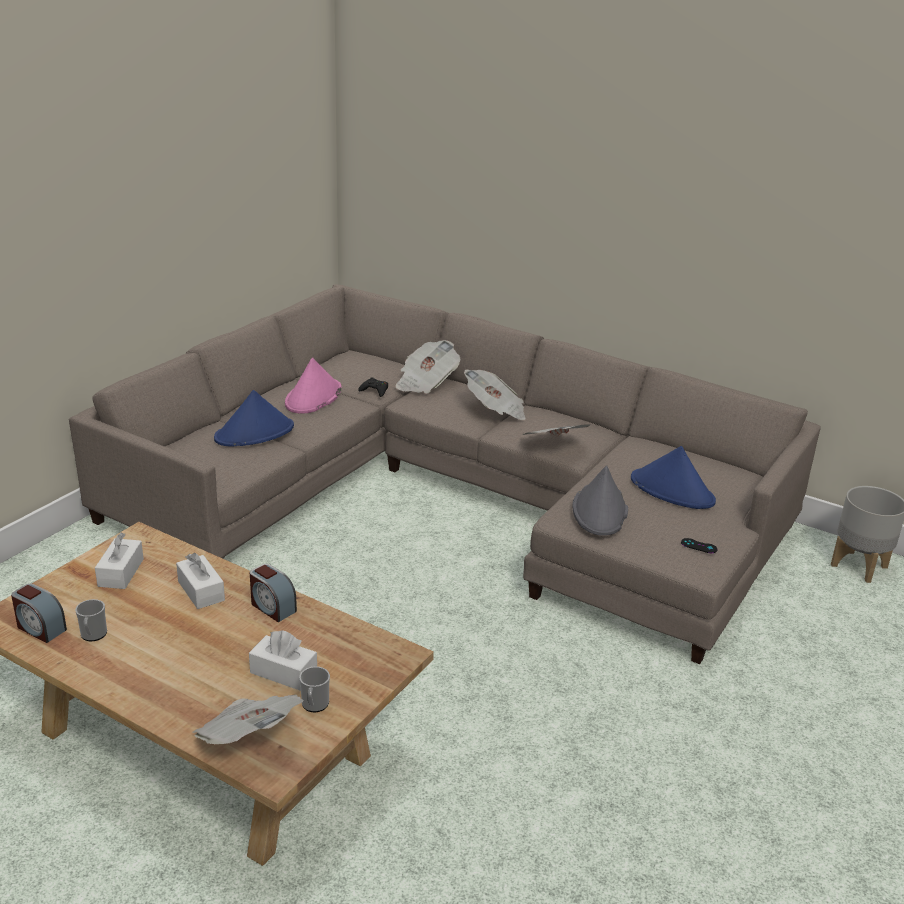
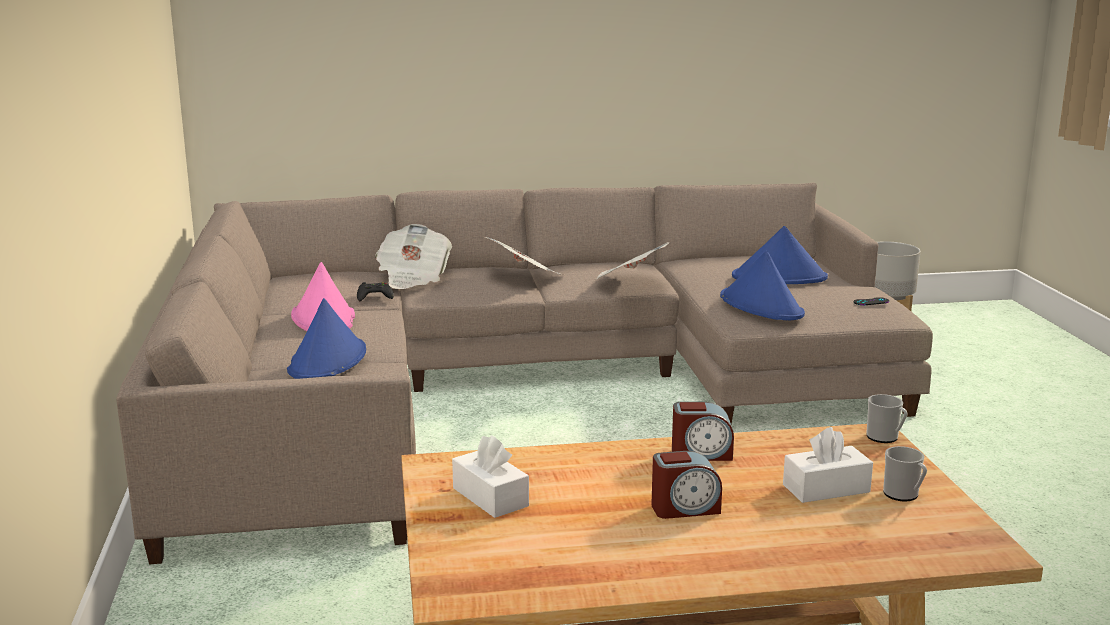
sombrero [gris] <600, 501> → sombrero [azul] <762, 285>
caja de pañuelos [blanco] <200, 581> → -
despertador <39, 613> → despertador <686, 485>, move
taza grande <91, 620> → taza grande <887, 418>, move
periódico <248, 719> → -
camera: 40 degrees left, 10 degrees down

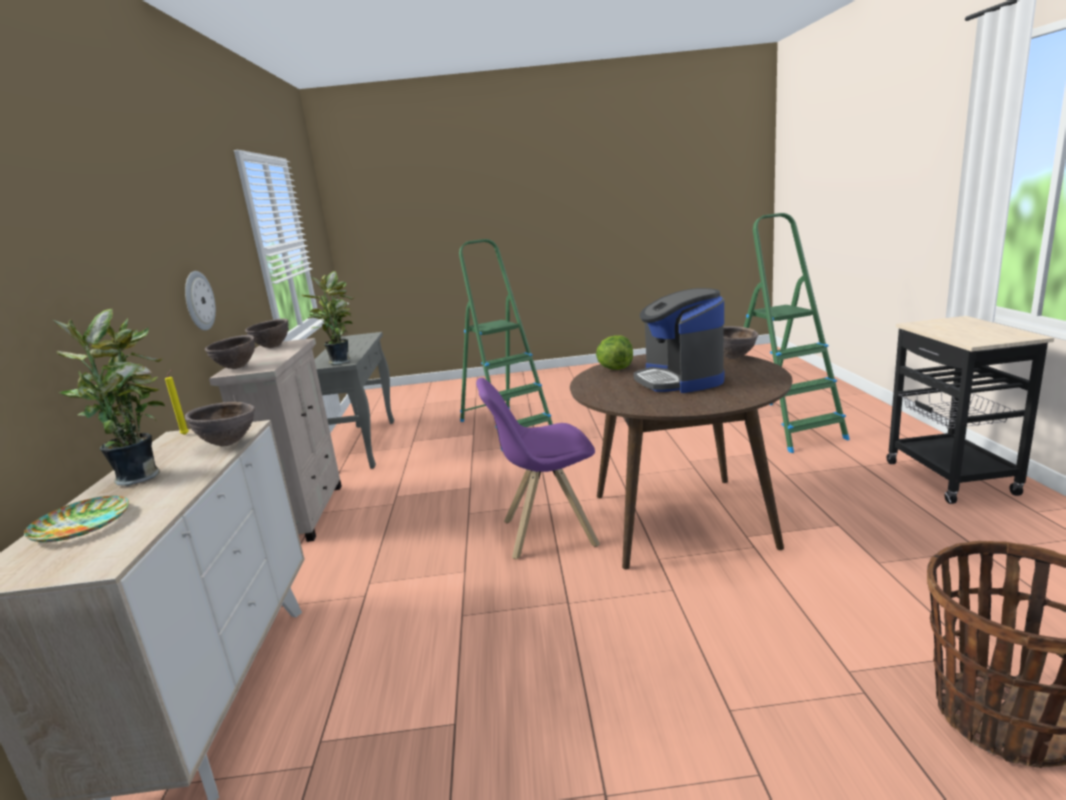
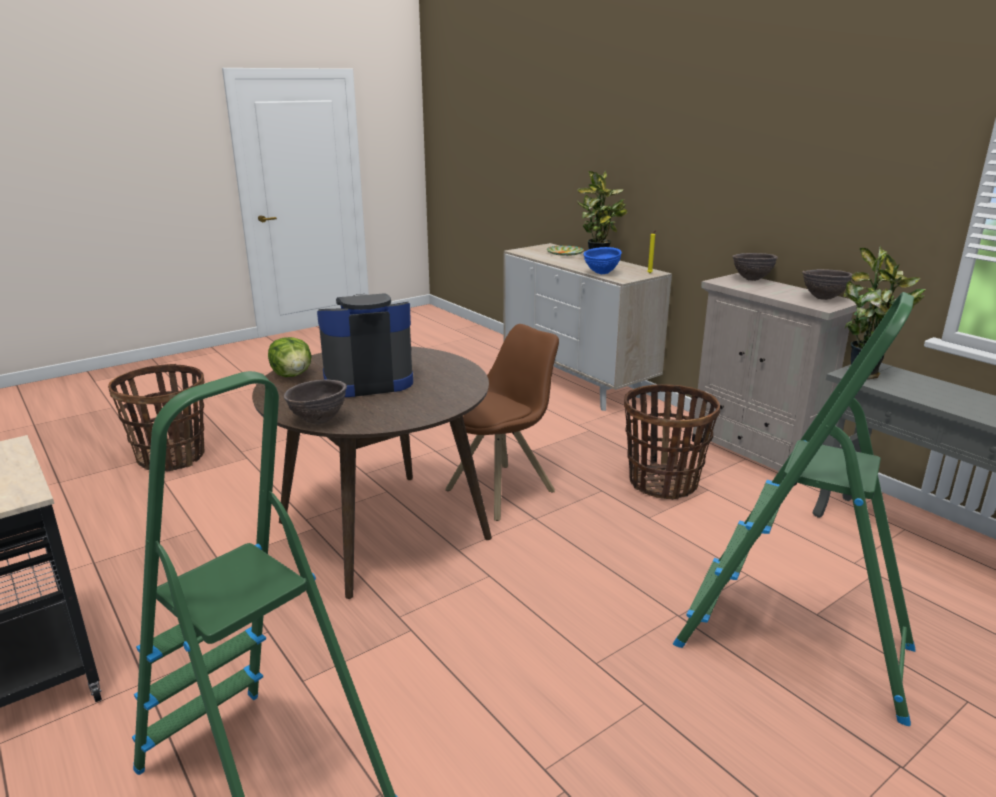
reloj de pared <200, 300> → -
cafetera <678, 340> → cafetera <365, 345>, 60 degrees counterclockwise
lechuga <614, 352> → lechuga <290, 357>, move
silla [morado] <538, 468> → silla [marrón] <502, 422>
cuenco [marrón] <220, 424> → cuenco [azul] <602, 260>
- → cesta <672, 442>
camera: 145 degrees right, 5 degrees up

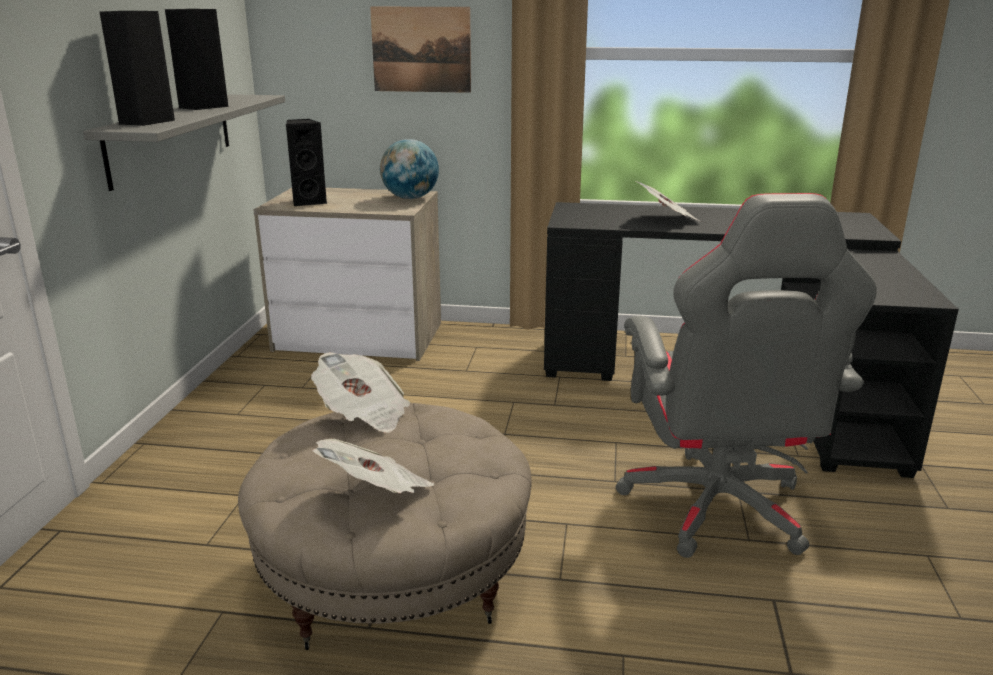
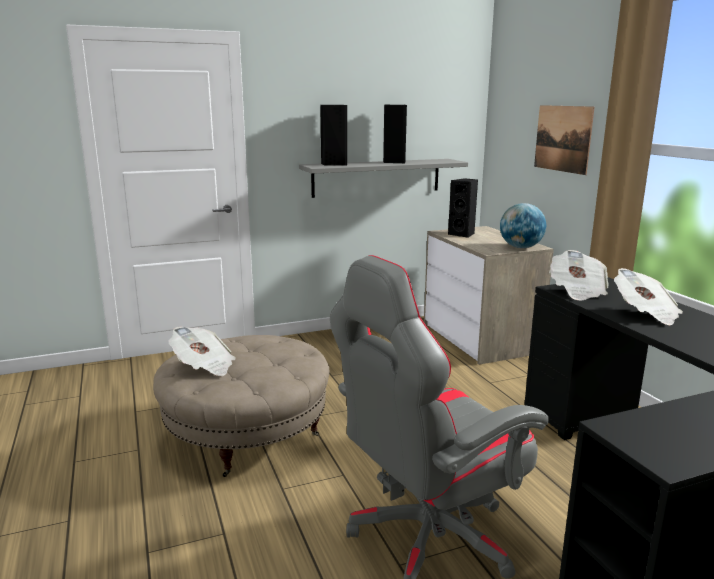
periódico <360, 392> → periódico <579, 275>, move
camera: 60 degrees right, 5 degrees down

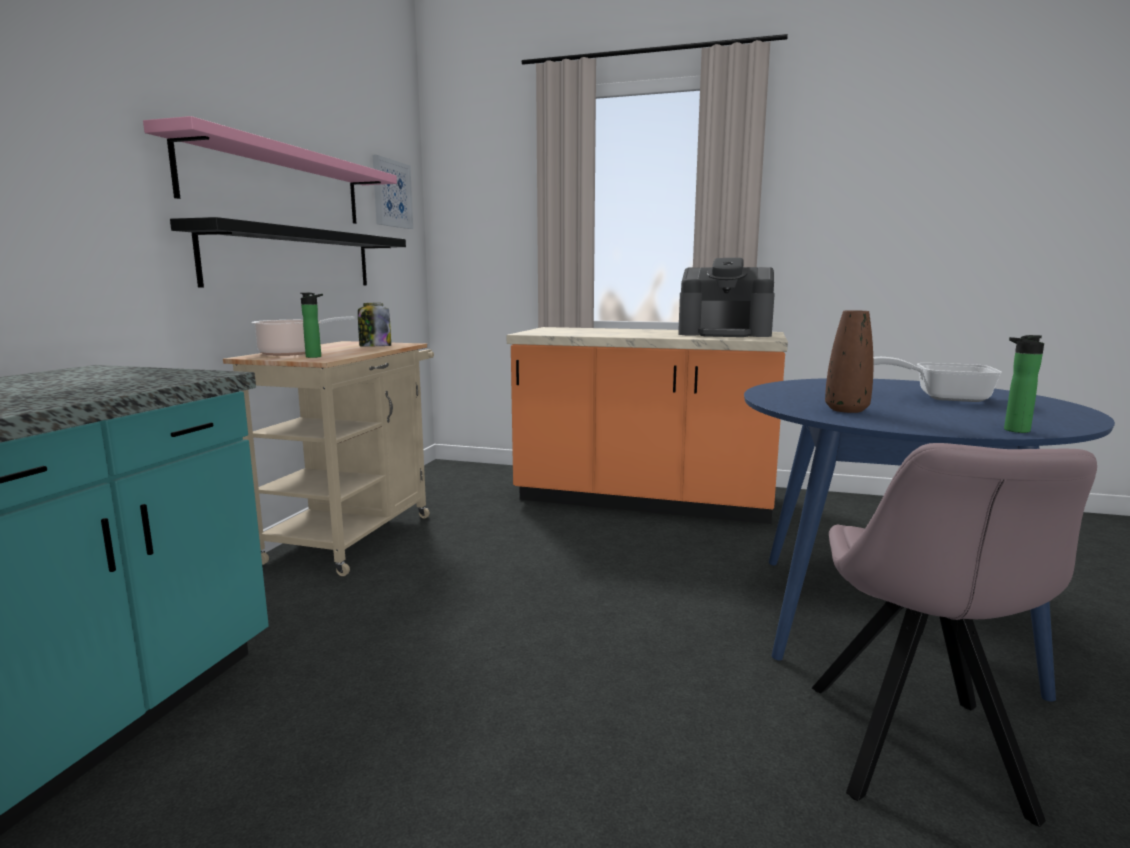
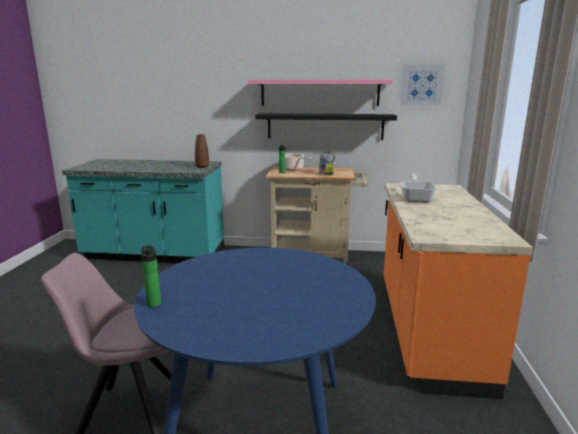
cafetera <726, 297> → -
florero [marrón] <849, 361> → florero [marrón] <202, 151>, move
sartén <937, 379> → sartén <418, 188>, move
camera: 80 degrees right, 5 degrees up

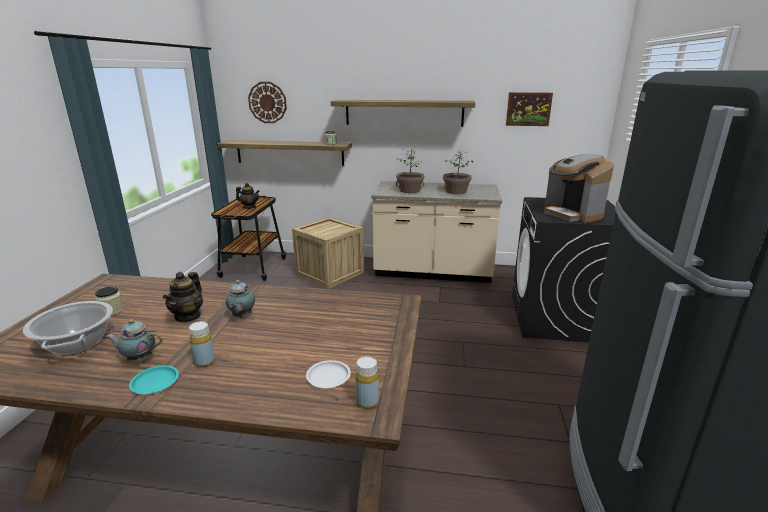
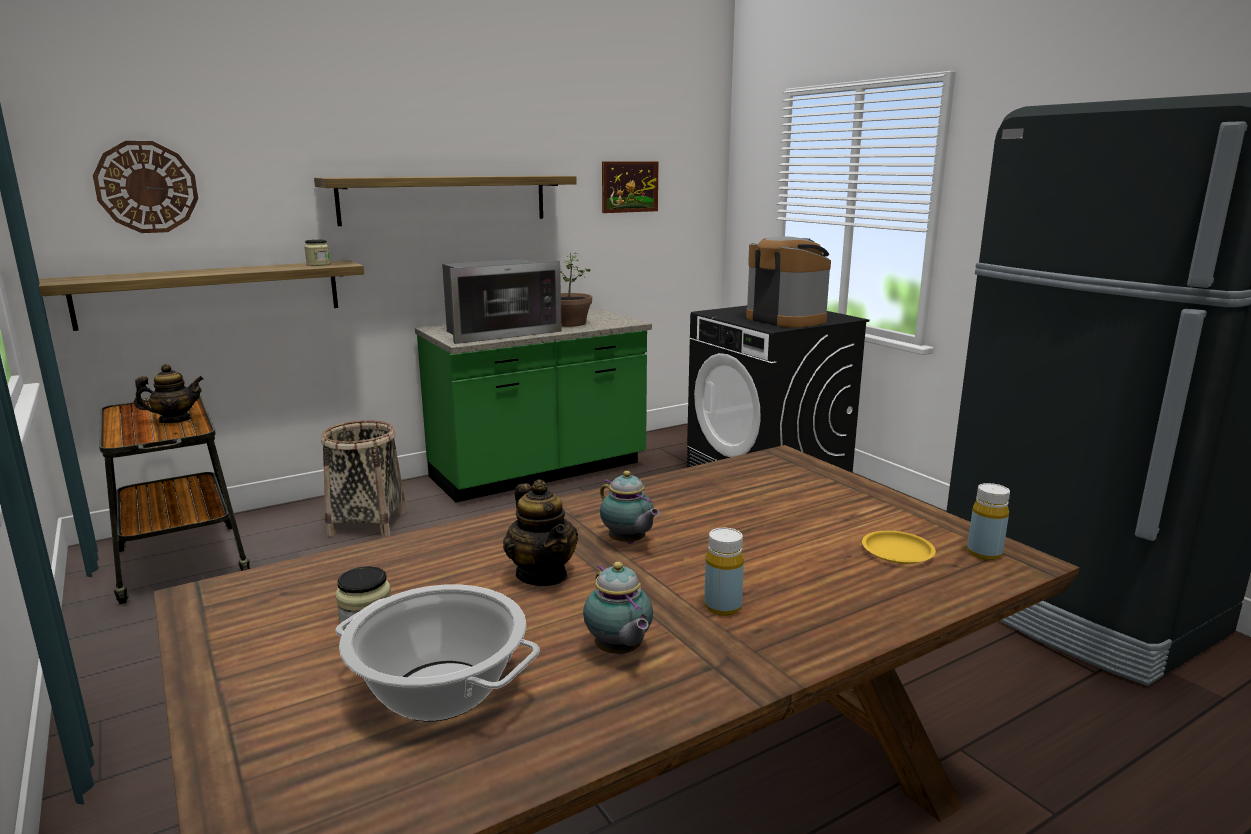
planta en maceta <410, 171> → microondas <502, 301>
cafetera <579, 188> → cafetera <788, 282>, 150 degrees counterclockwise
mueble bajo de cocina [beis] <436, 232> → mueble bajo de cocina [verde] <533, 406>
caja de embalaje <328, 253> → cesta <364, 478>
tetera <134, 340> → tetera <618, 608>, 75 degrees counterclockwise
plato [blanco] <328, 374> → plato [amarillo] <899, 547>
plato [turquesa] <154, 379> → -
camera: 40 degrees left, 5 degrees down

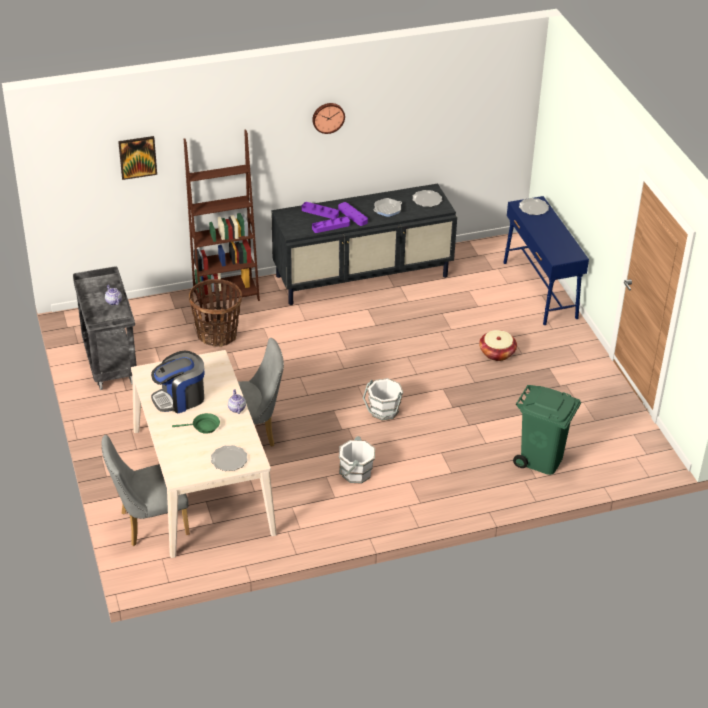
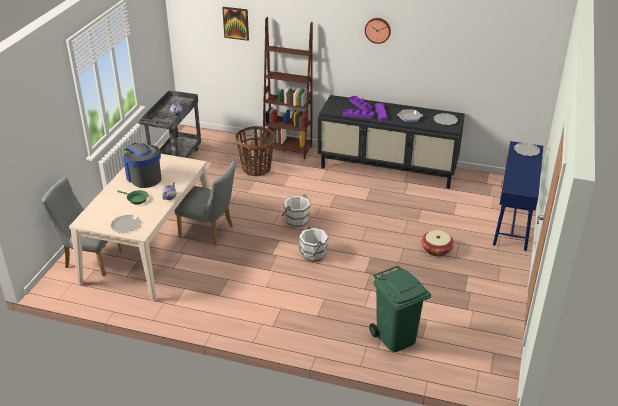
cafetera <177, 382> → cafetera <142, 165>, 45 degrees clockwise
cubo [blanco] <357, 460> → cubo [blanco] <296, 210>, move
camera: 35 degrees right, 5 degrees down

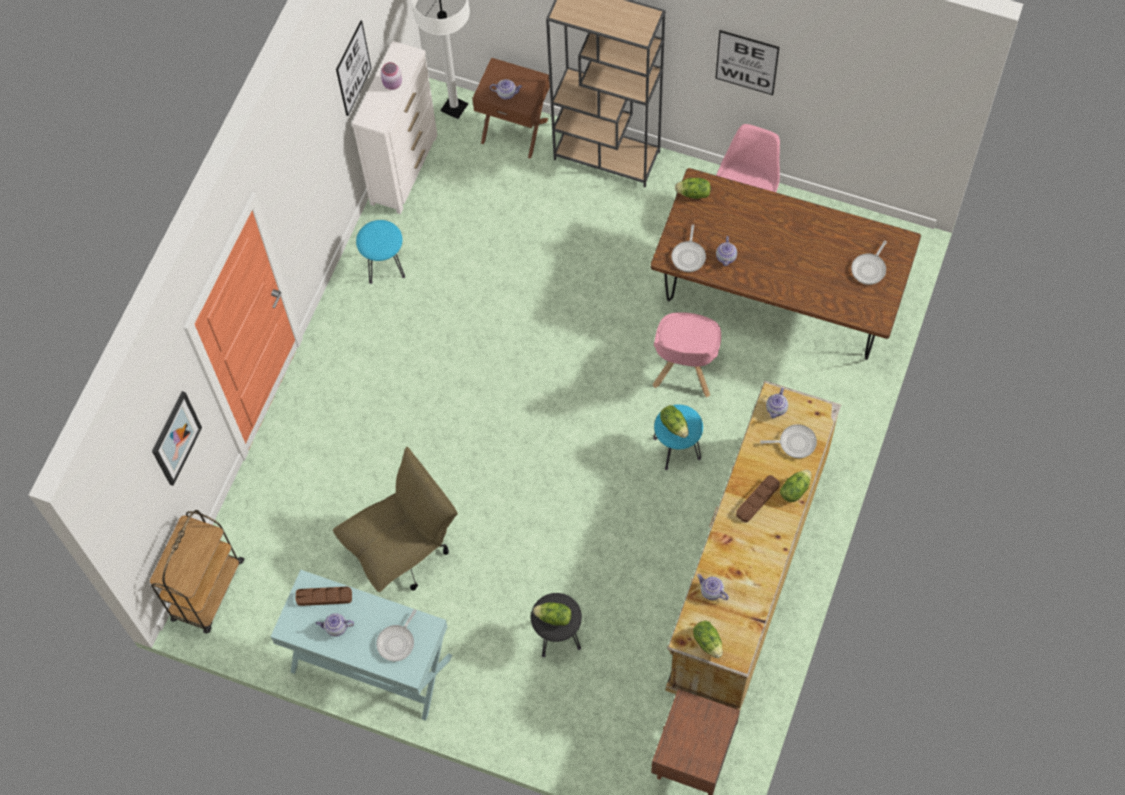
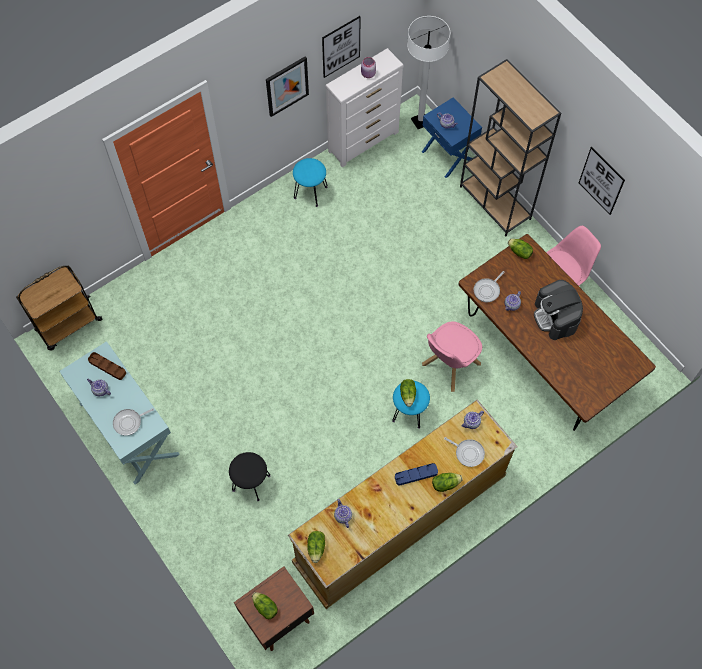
mesita de noche [marrón] <511, 108> → mesita de noche [azul] <452, 137>
sartén <869, 263> → -
cuadro <177, 438> → cuadro <287, 86>, move
silla de oficina [beis] <395, 519> → -
bandeja [marrón] <758, 499> → bandeja [azul] <416, 474>
lechuga <552, 614> → lechuga <265, 605>, move
- → cafetera <558, 310>
camera: 30 degrees right, 0 degrees up

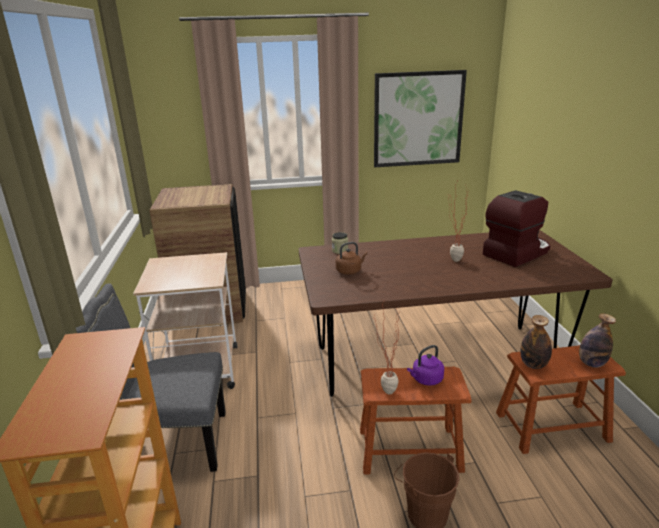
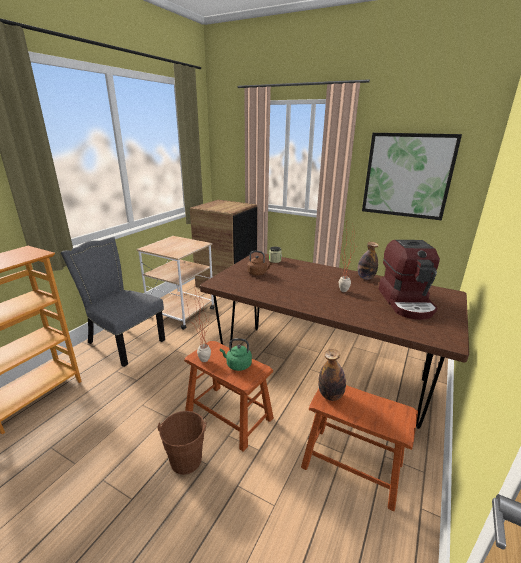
cafetera <516, 228> → cafetera <409, 280>, 90 degrees clockwise
botella <597, 340> → botella <368, 261>, move
hervidor [morado] <425, 365> → hervidor [verde] <236, 354>
camera: 35 degrees right, 0 degrees up

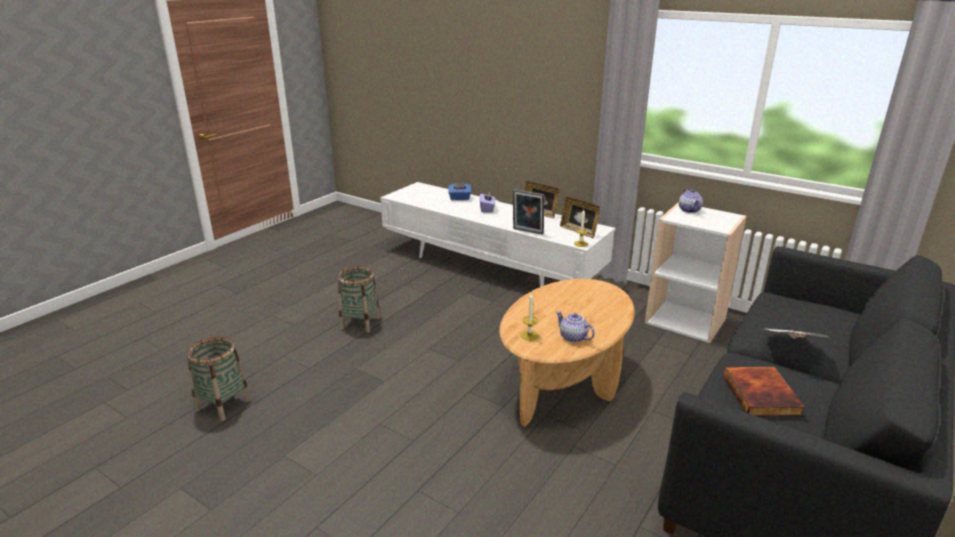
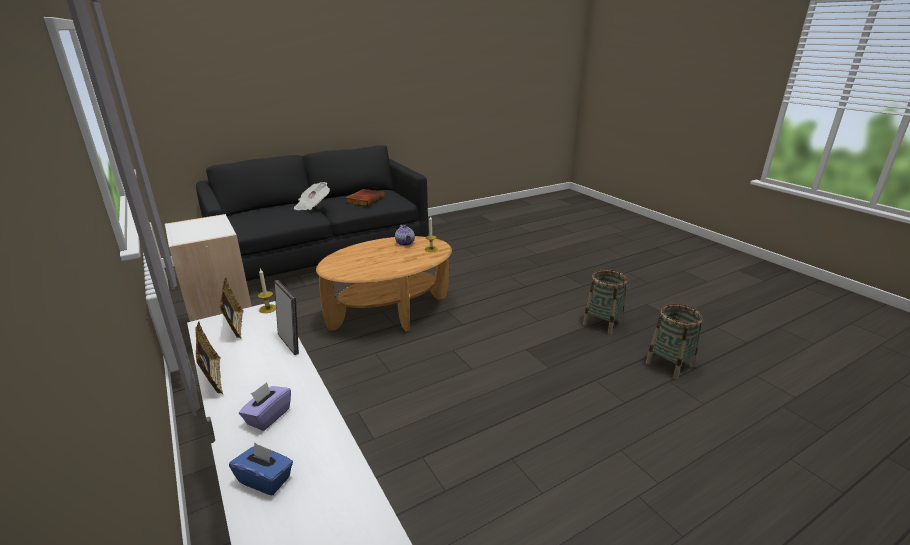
tetera <691, 201> → -
cesta <359, 299> → cesta <605, 302>, move
camera: 155 degrees left, 0 degrees up

